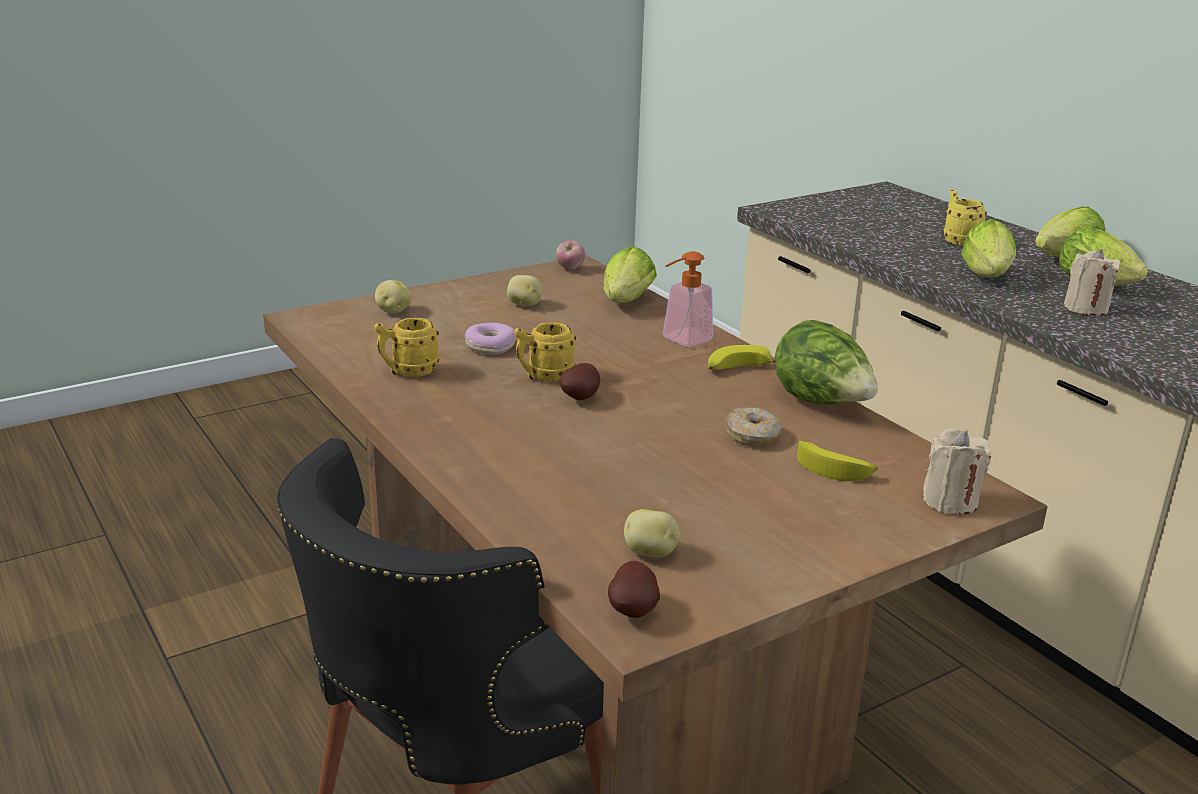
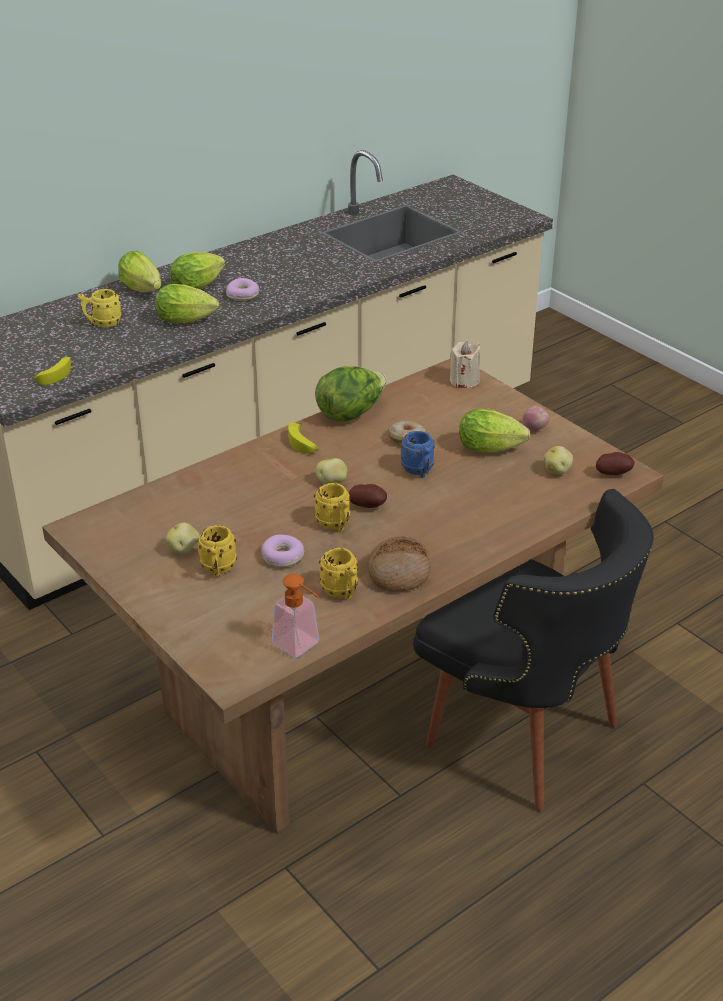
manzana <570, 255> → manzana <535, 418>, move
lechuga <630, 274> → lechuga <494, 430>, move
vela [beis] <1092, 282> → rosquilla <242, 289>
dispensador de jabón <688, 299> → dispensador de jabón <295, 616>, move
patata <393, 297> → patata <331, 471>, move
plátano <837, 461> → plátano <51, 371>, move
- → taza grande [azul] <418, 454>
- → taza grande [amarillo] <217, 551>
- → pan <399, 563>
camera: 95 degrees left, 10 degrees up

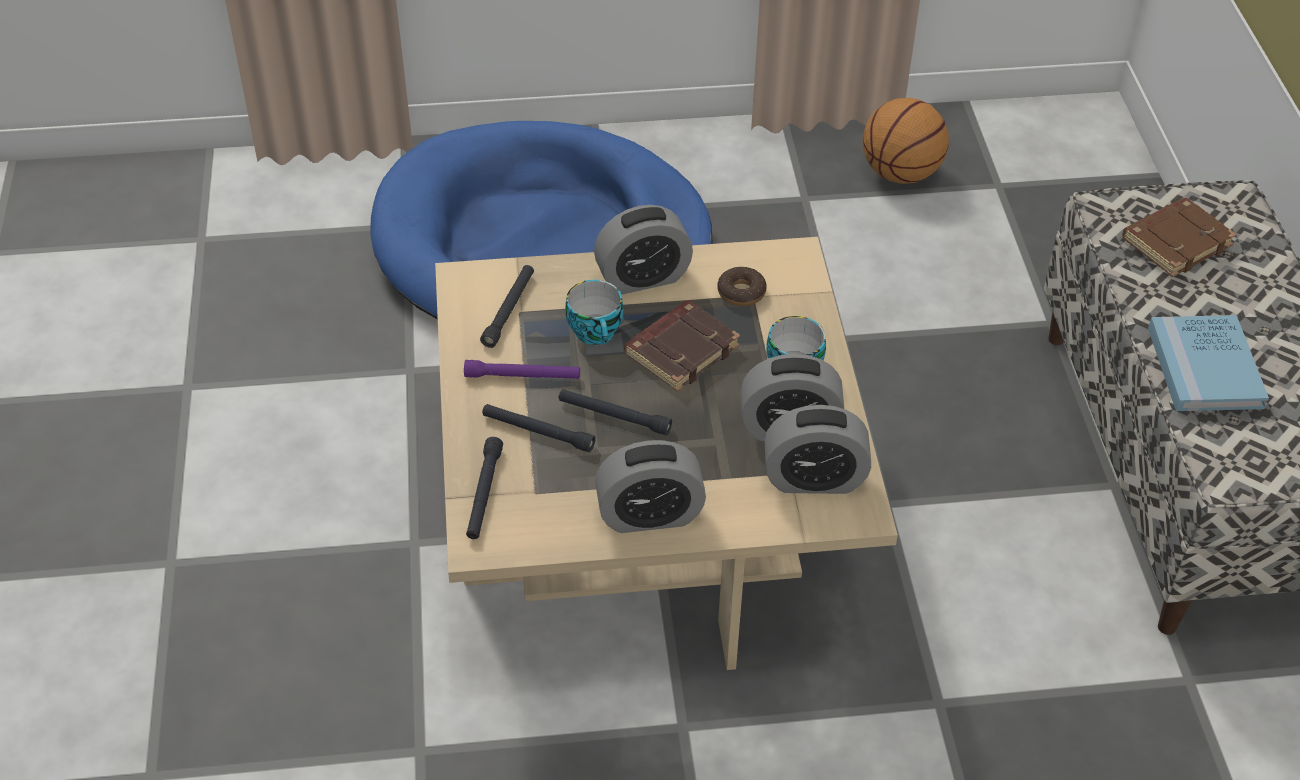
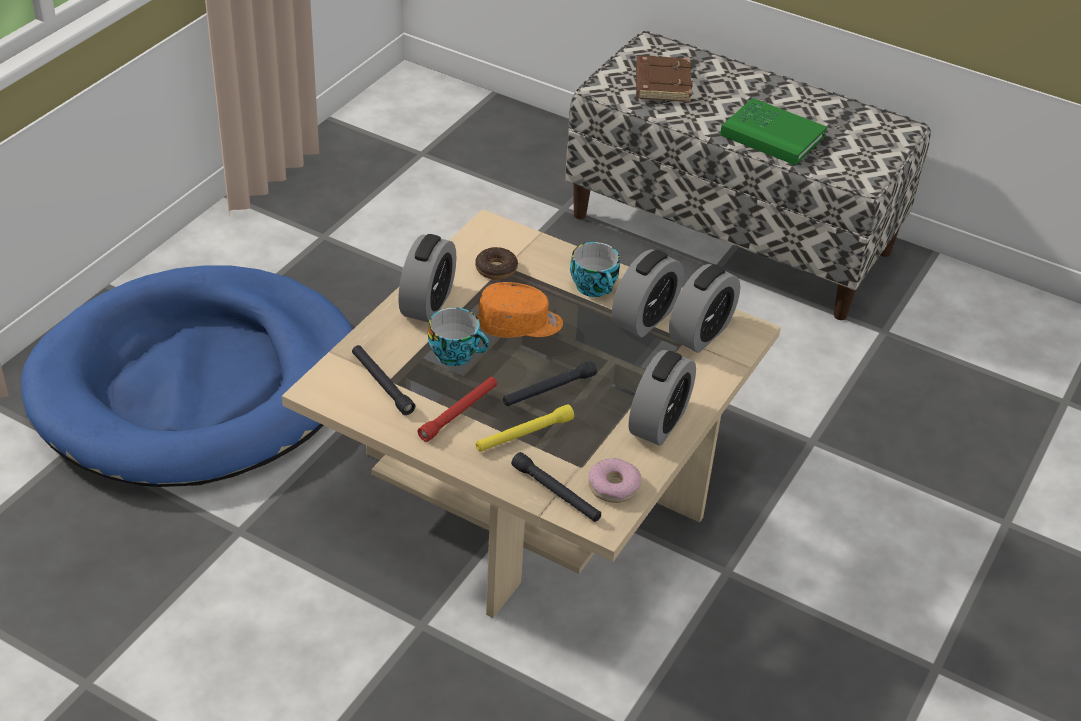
balón de baloncesto <906, 141> → -
libro [marrón] <682, 346> → gorra [naranja] <520, 310>
libro [azul] <1208, 363> → libro [verde] <773, 132>
linterna [morado] <522, 369> → linterna [rojo] <457, 409>
linterna [negro] <539, 428> → linterna [amarillo] <525, 428>
- → rosquilla <614, 480>
camera: 55 degrees left, 5 degrees down

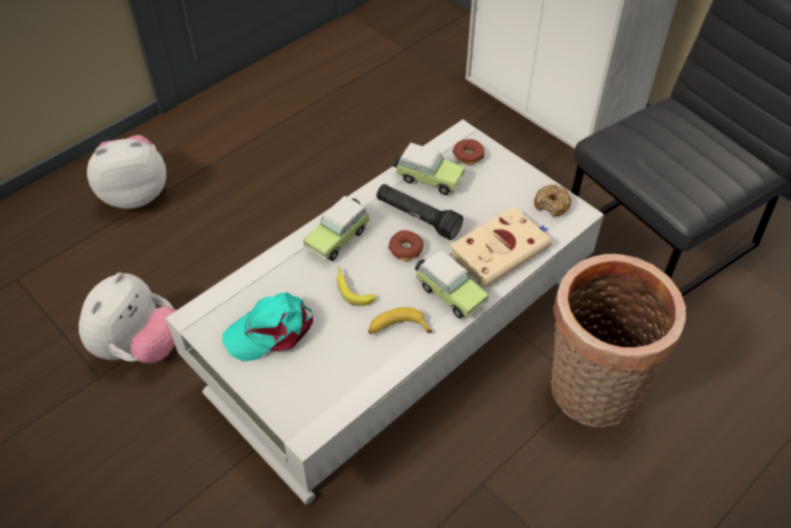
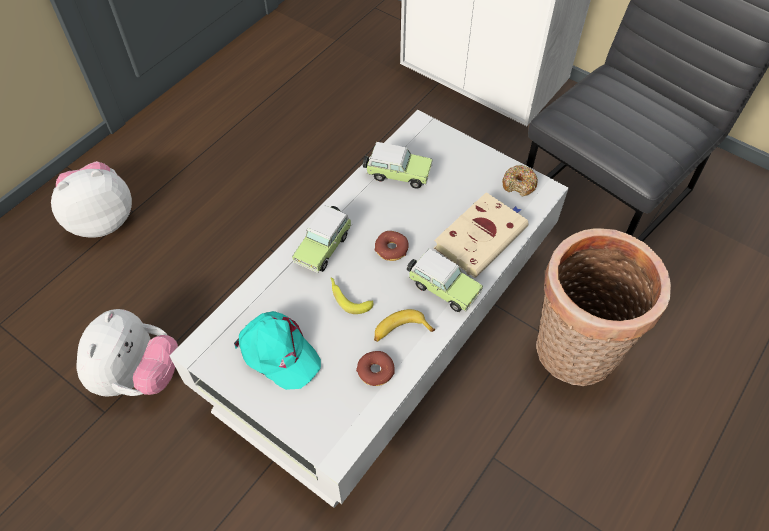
rosquilla <468, 151> → rosquilla <375, 368>, move
linterna [negro] <420, 212> → -
gorra [turquesa] <267, 327> → gorra [turquesa] <277, 350>, 105 degrees counterclockwise
camera: 10 degrees left, 5 degrees up

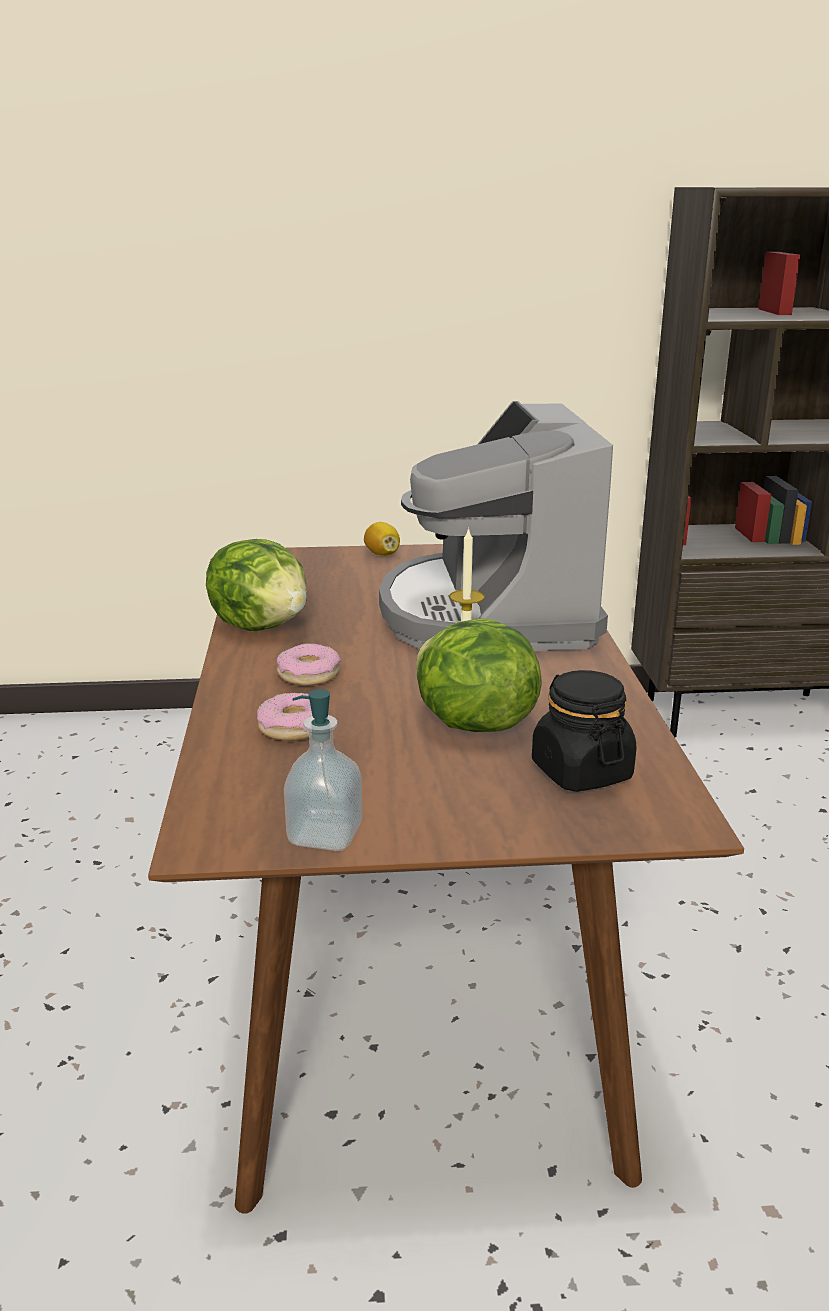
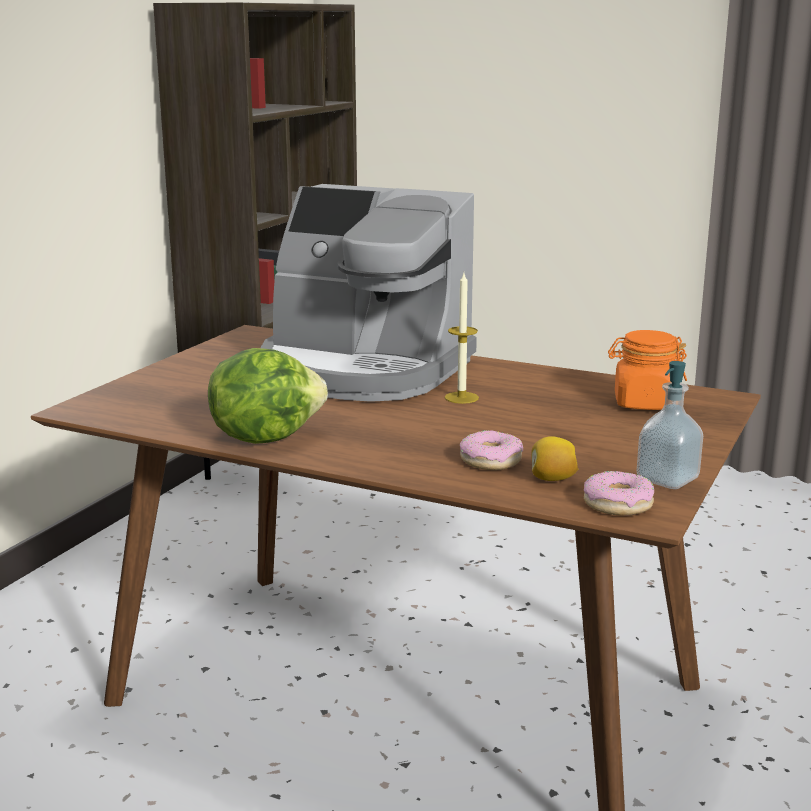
limón <382, 539> → limón <554, 458>, move
lechuga <479, 675> → -
rosquilla <309, 664> → rosquilla <619, 493>, move
tarro [negro] <584, 731> → tarro [naranja] <647, 370>
camera: 60 degrees left, 5 degrees down

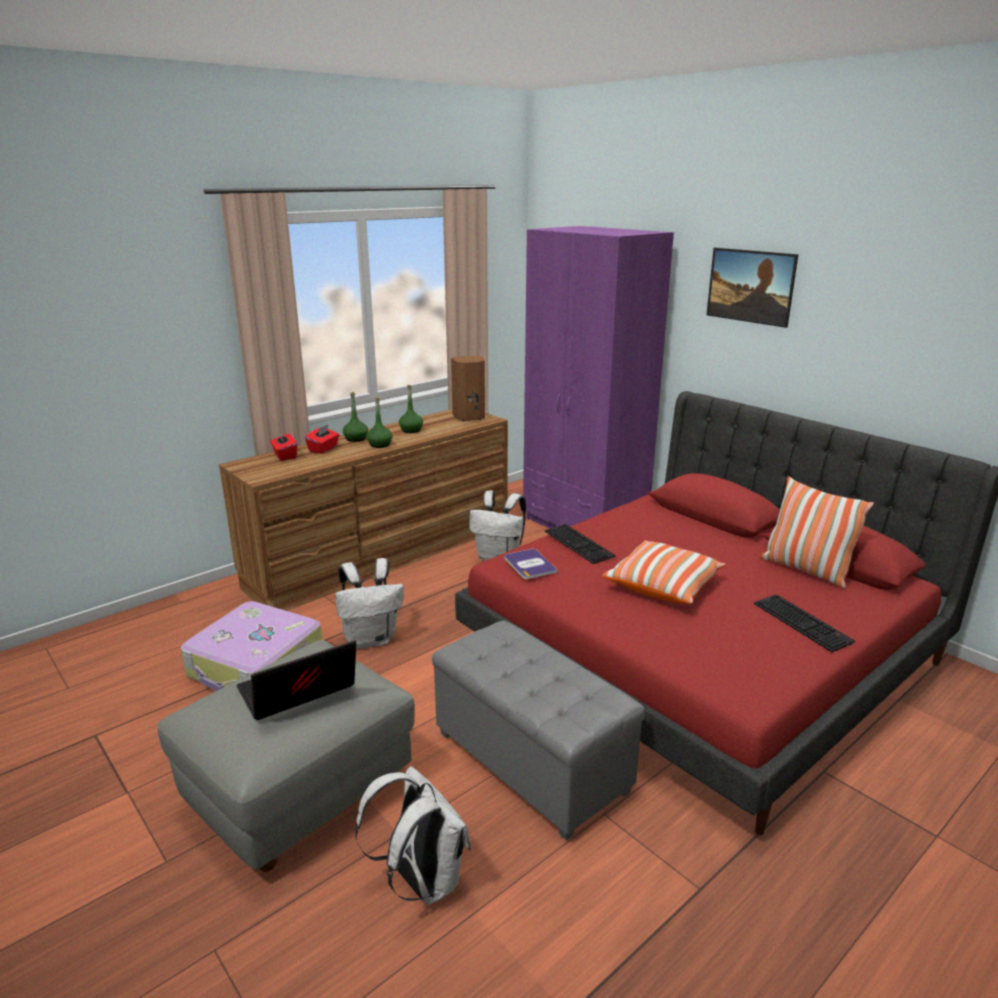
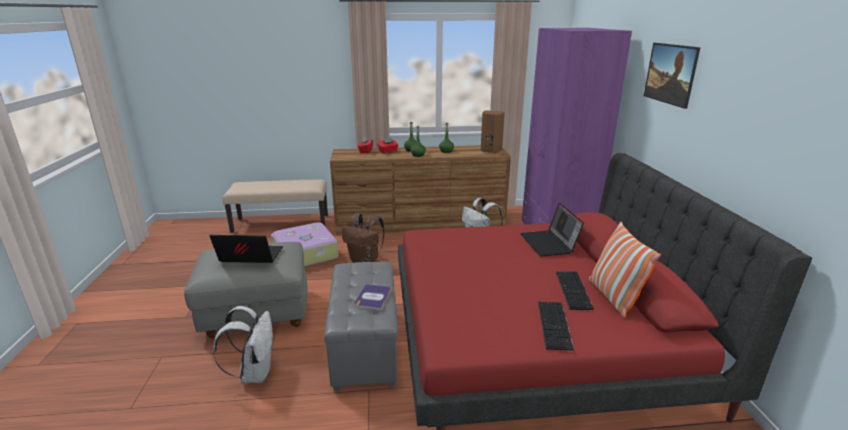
teclado <580, 544> → teclado <575, 291>, move
cojín <664, 572> → -
libro <531, 563> → libro <373, 297>, move
mochila [blanco] <369, 603> → mochila [marrón] <363, 238>
- → banco [beis] <275, 206>
- → portátil <552, 230>
camera: 35 degrees right, 0 degrees up

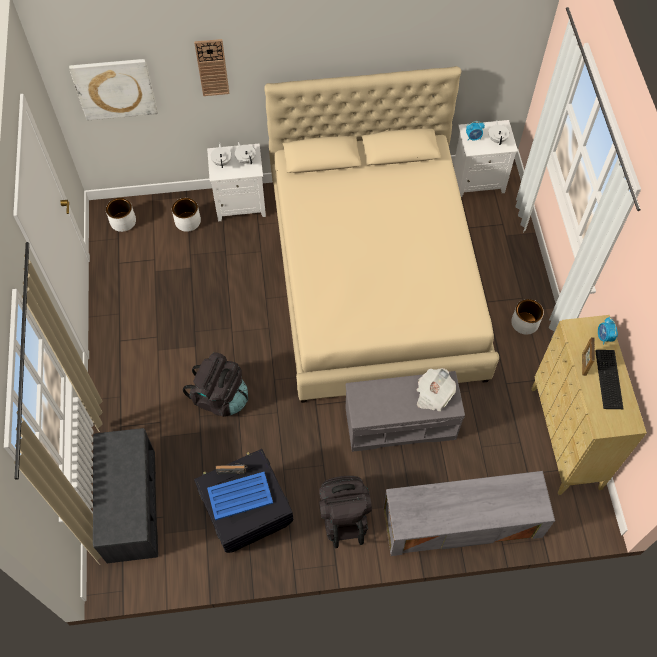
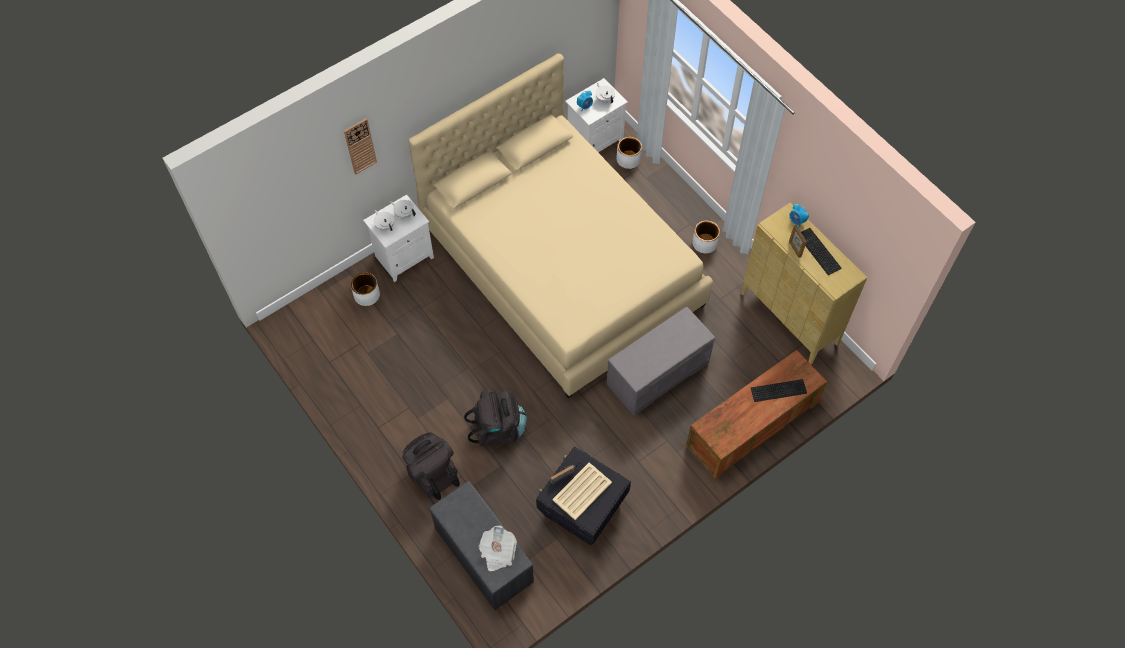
cuadro <113, 90> → -
maceta [blanco] <121, 215> → maceta [blanco] <629, 153>, move
periódico <436, 389> → periódico <498, 548>, move
banco [gris] <469, 513> → banco [marrón] <756, 414>
bandeja [azul] <240, 496> → bandeja [beis] <582, 491>
mochila [negro] <345, 512> → mochila [negro] <431, 466>, move
- → teclado <779, 390>
camera: 30 degrees left, 0 degrees up

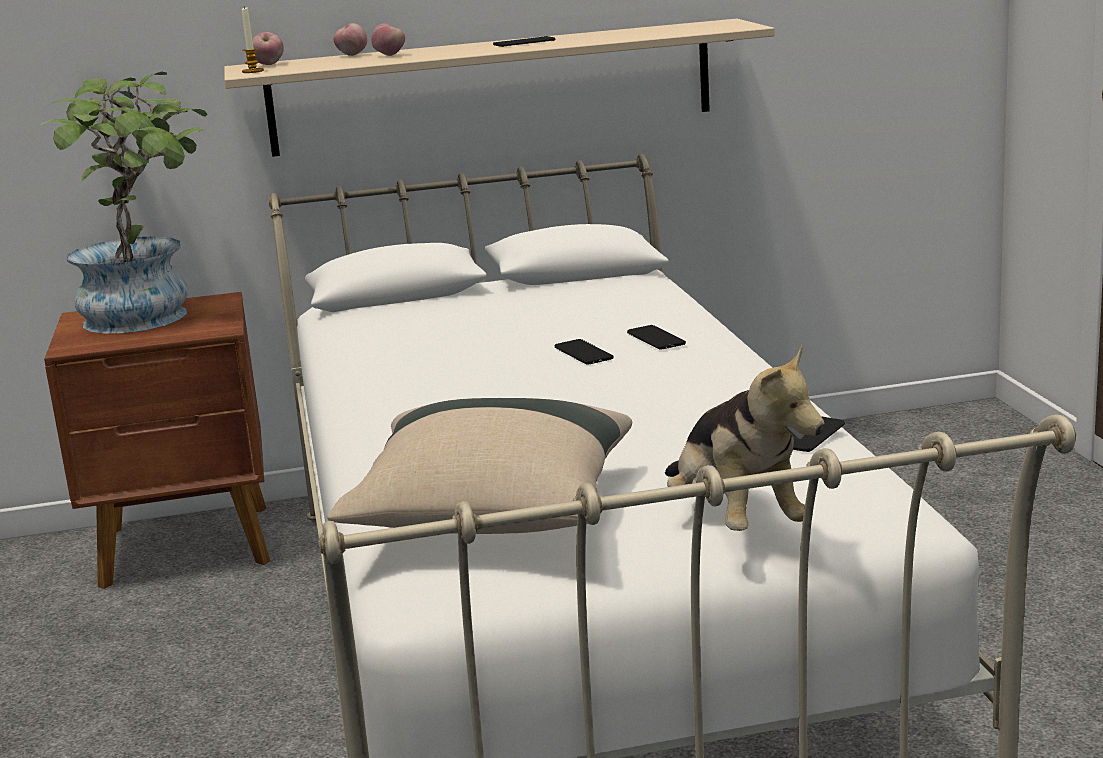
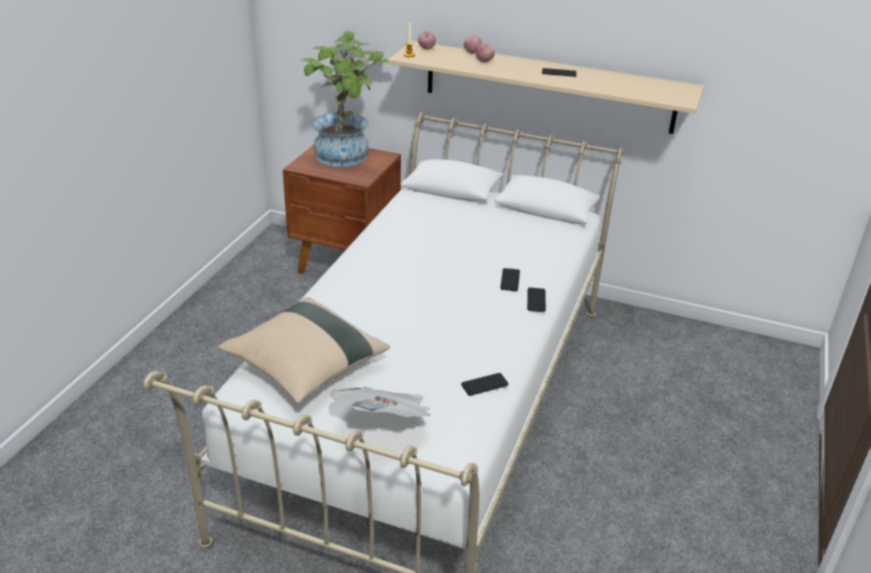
móvil <584, 352> → móvil <536, 300>, move
peluche <745, 438> → periódico <380, 402>
camera: 30 degrees right, 15 degrees up

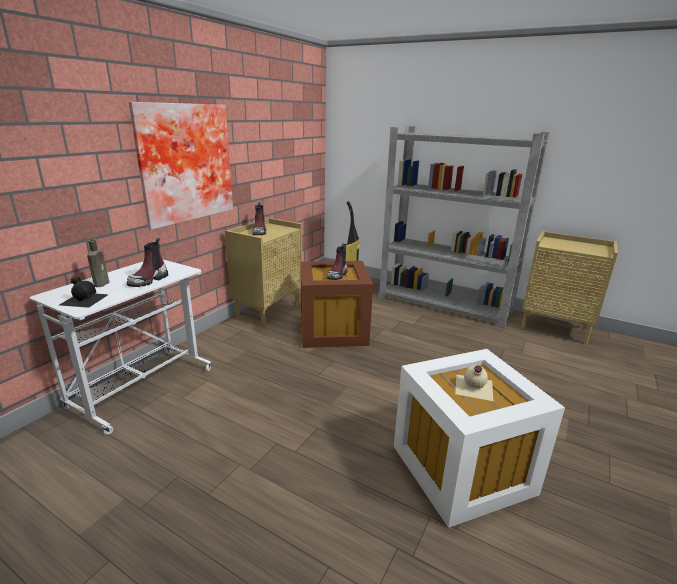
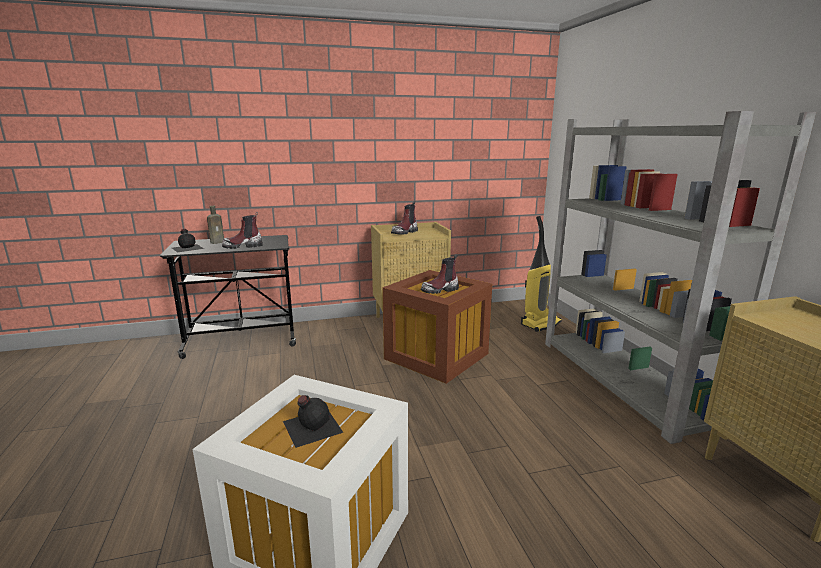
cuadro <181, 166> → -
escritorio [blanco] <120, 347> → escritorio [negro] <228, 297>
botella [beis] <474, 383> → botella [negro] <313, 421>
camera: 45 degrees right, 5 degrees down

